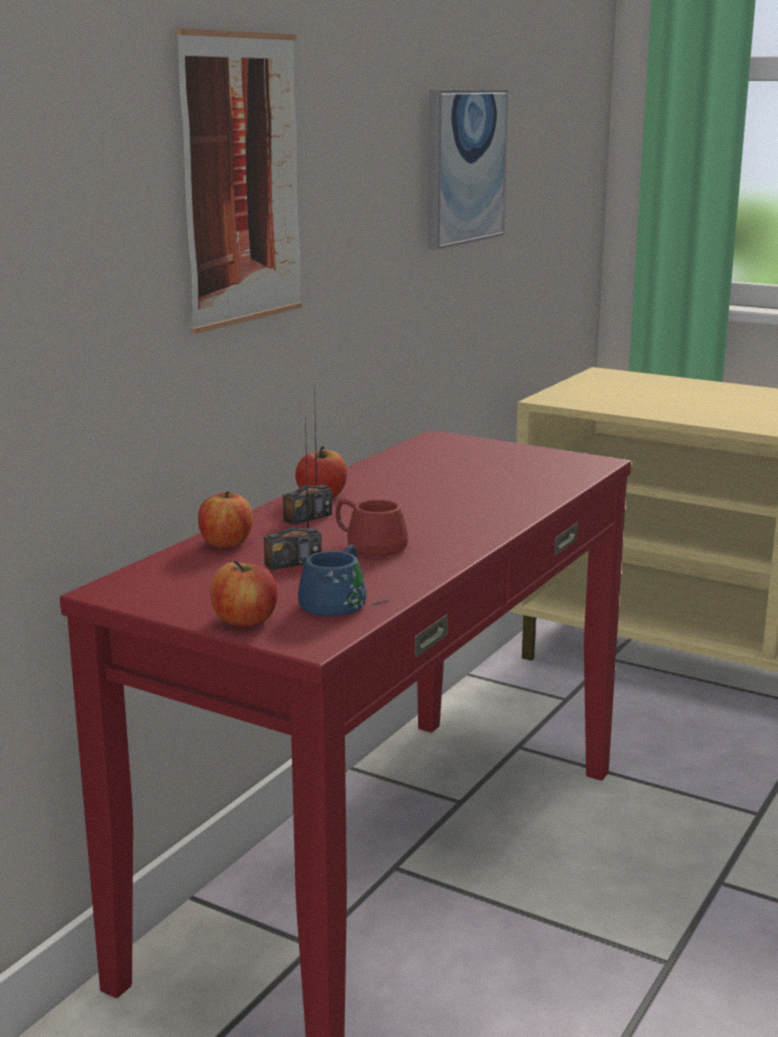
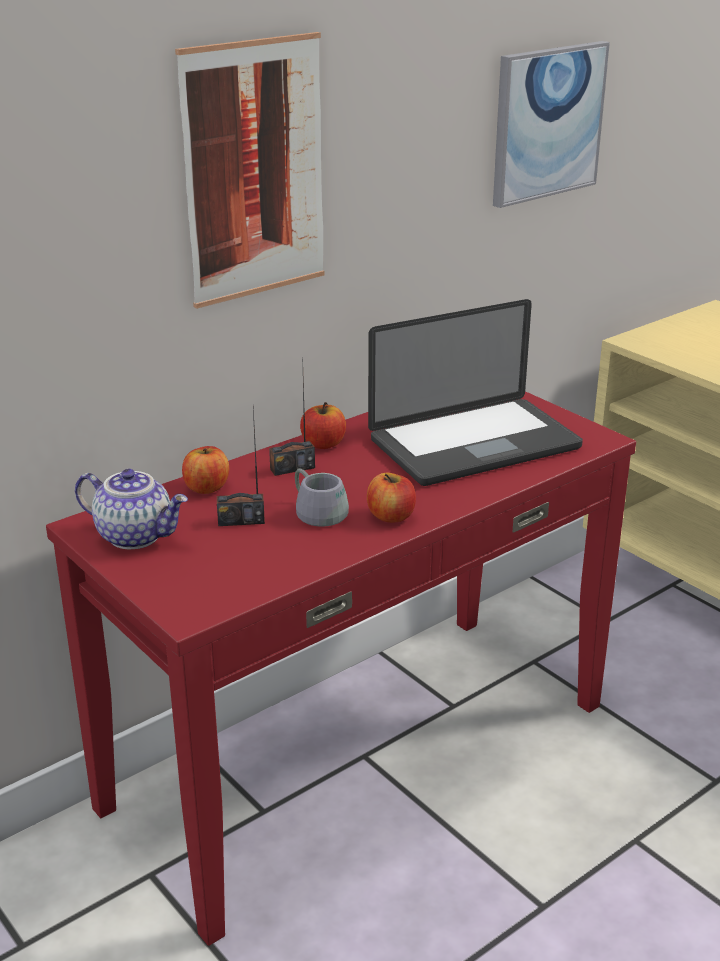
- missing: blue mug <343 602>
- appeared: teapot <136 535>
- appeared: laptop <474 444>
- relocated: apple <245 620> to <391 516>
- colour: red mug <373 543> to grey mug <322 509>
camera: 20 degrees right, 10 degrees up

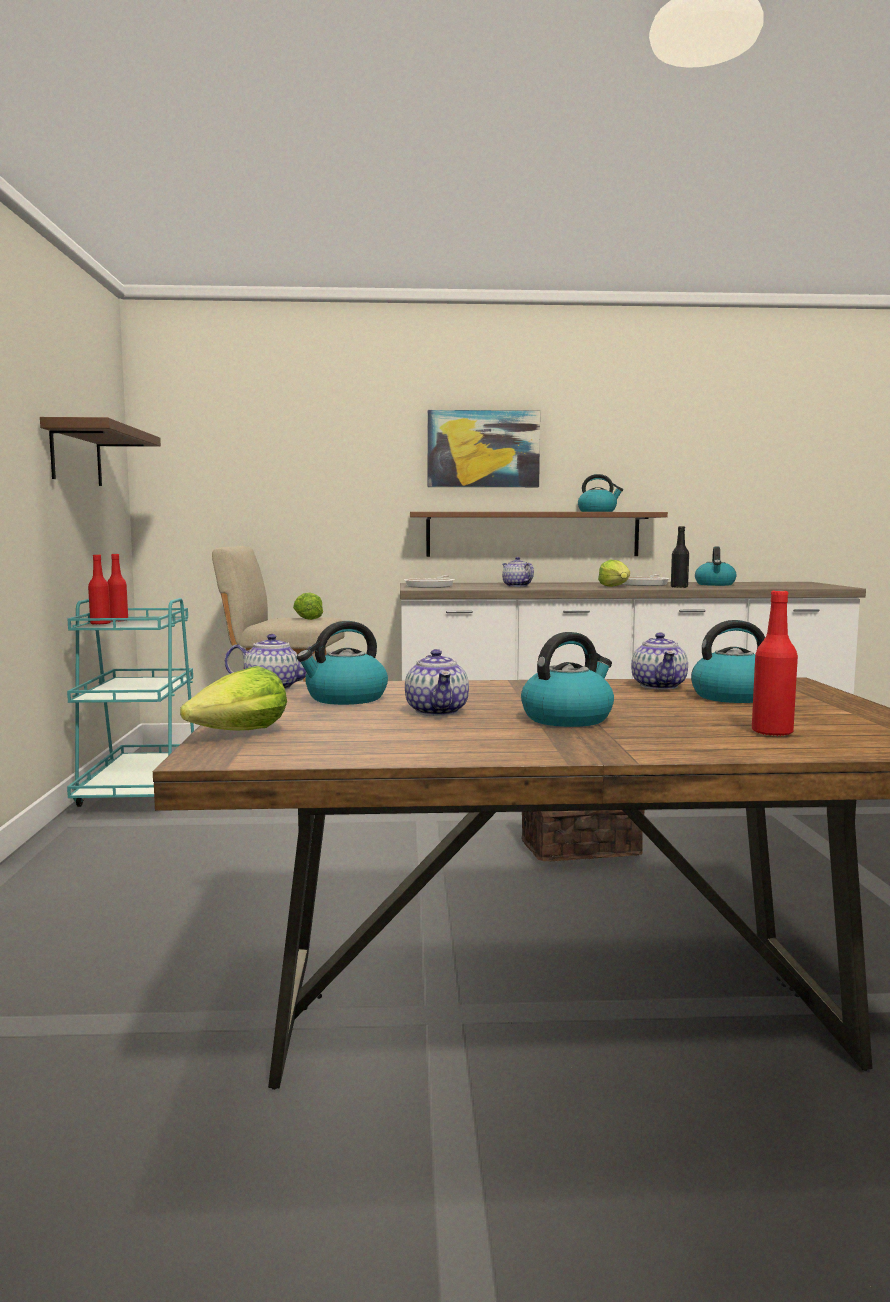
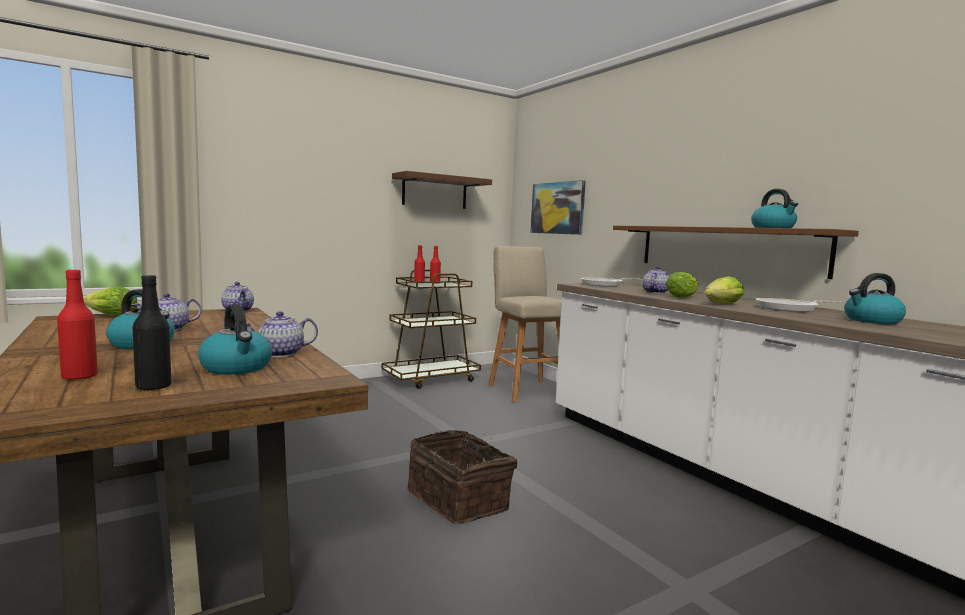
- missing: kettle <345 698>
- relocated: lettuce <307 618> to <682 296>
- relocated: picture <483 449> to <557 208>
- relocated: black bottle <679 587> to <153 387>
- colour: turquoise cart <140 791> to brown cart <431 379>
camera: 60 degrees right, 0 degrees up

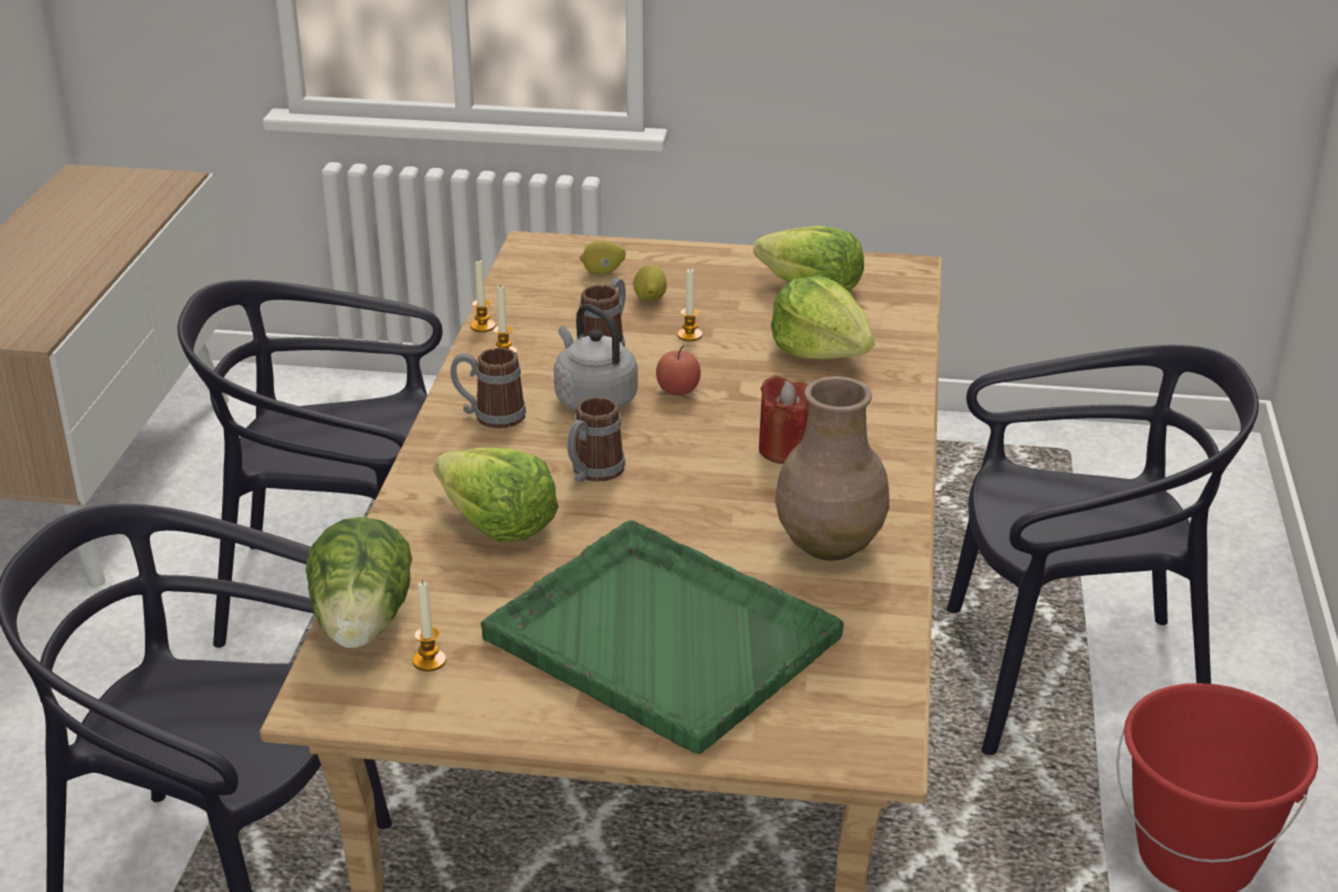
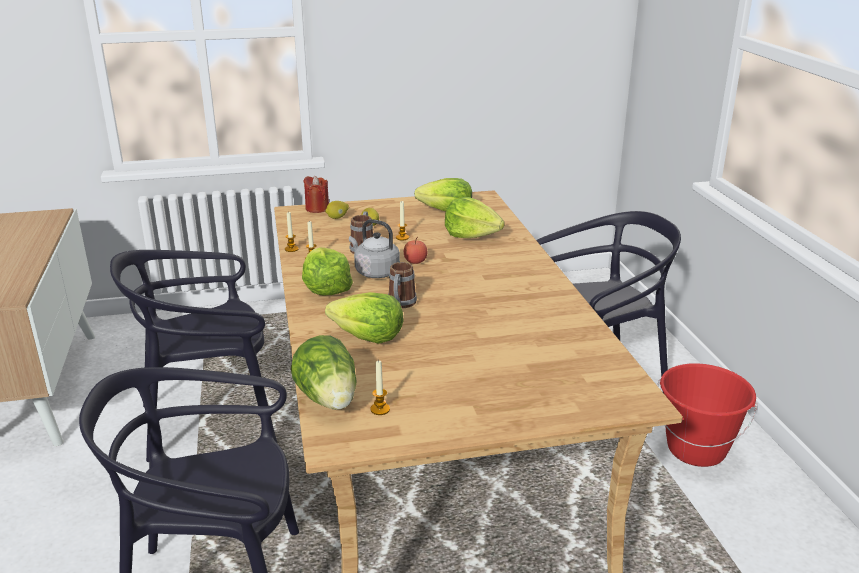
- missing: green tray <659 636>
- missing: brown vase <827 544>
- relocated: red candle <785 450> to <317 208>
- exchanged: mug <490 416> to lettuce <326 288>
camera: 20 degrees left, 5 degrees down

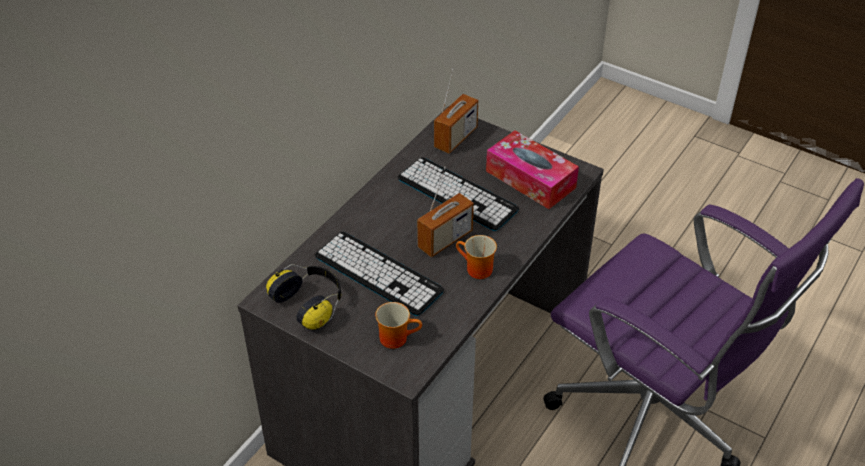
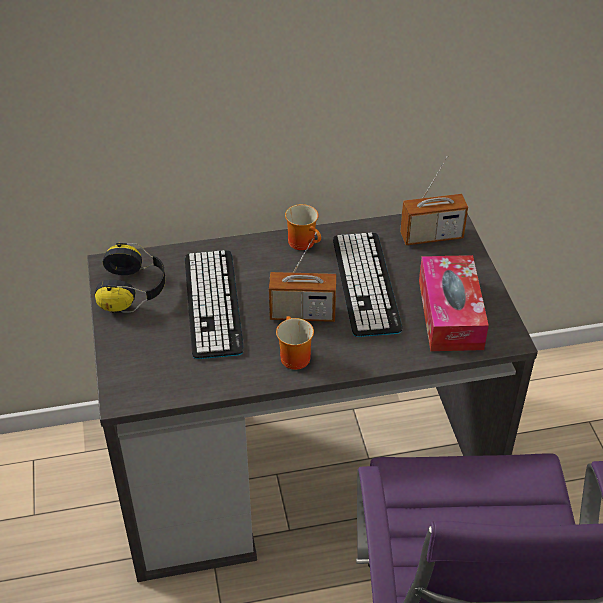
- relocated: mug <397 337> to <305 242>
camera: 45 degrees right, 0 degrees up

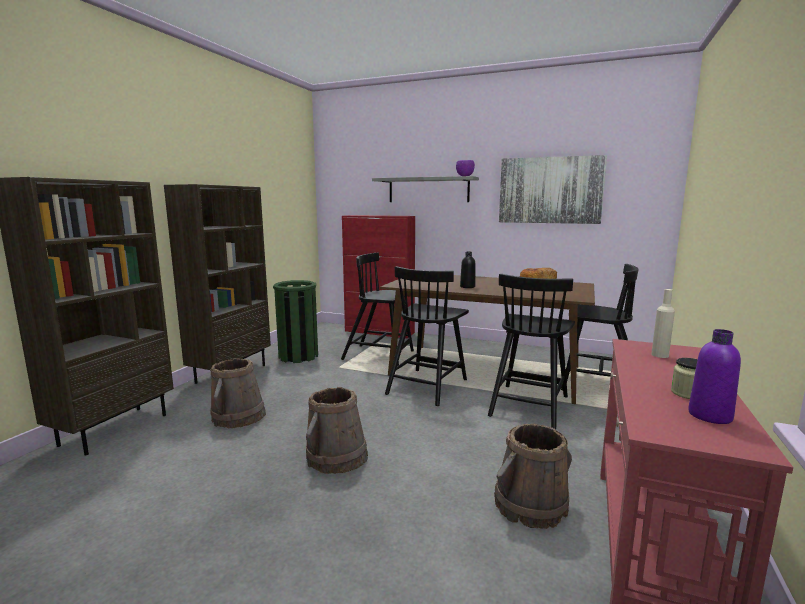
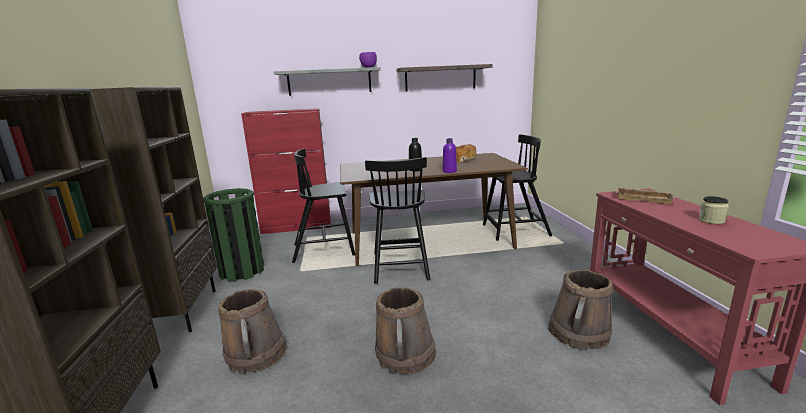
- missing: black chair <529 405>
- relocated: purple bottle <710 416> to <449 171>
- exchanged: picture <550 190> to shelf <440 78>
- exchanged: beige bottle <660 355> to beige tray <644 198>
camera: 30 degrees left, 5 degrees up

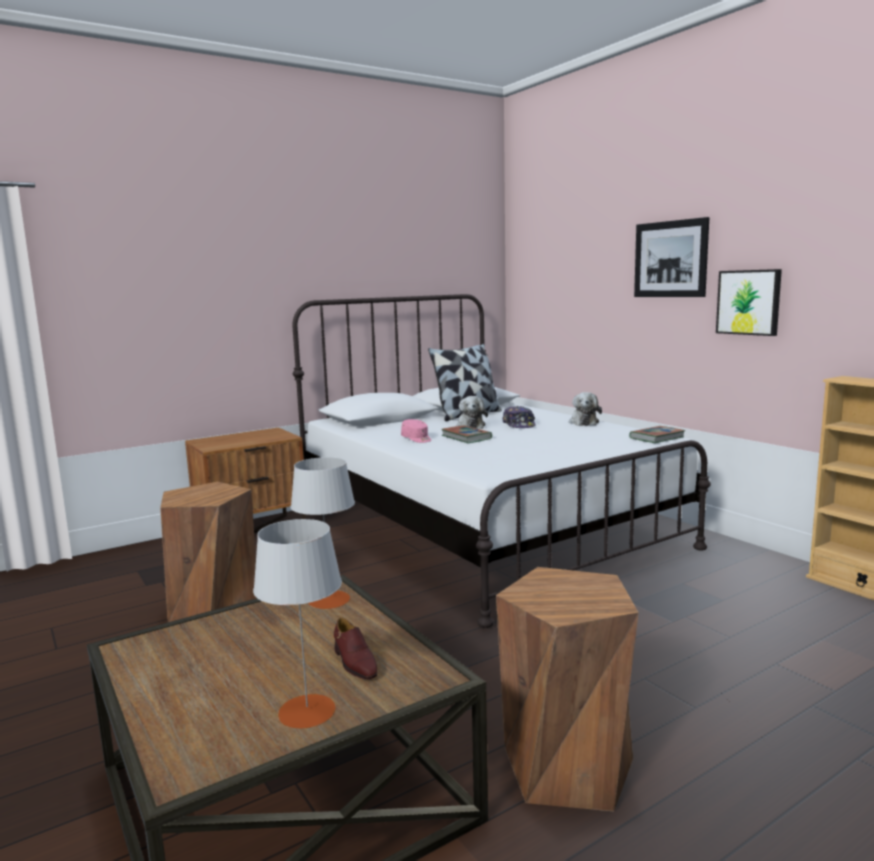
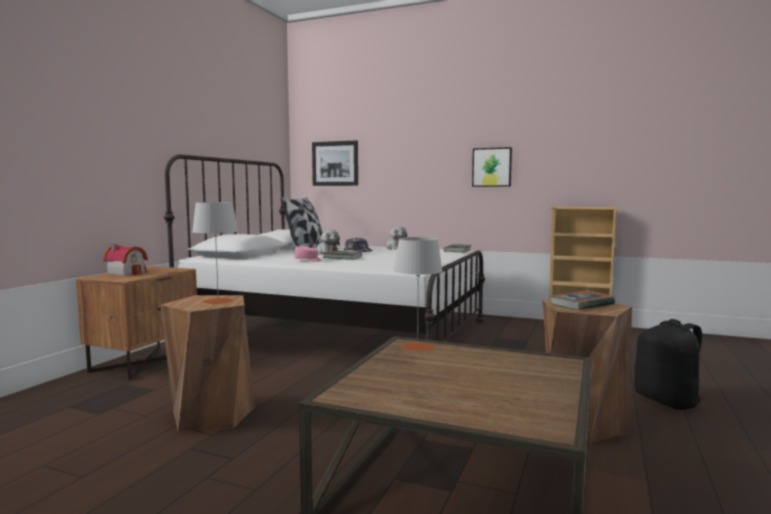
- missing: brown shoe <354 662>
- appeared: toy house <127 273>
- appeared: book <582 304>
- appeared: black backpack <667 401>
- relocated: grey table lamp <307 711> to <218 301>
- relocated: picture <670 259> to <335 163>
camera: 35 degrees left, 5 degrees down

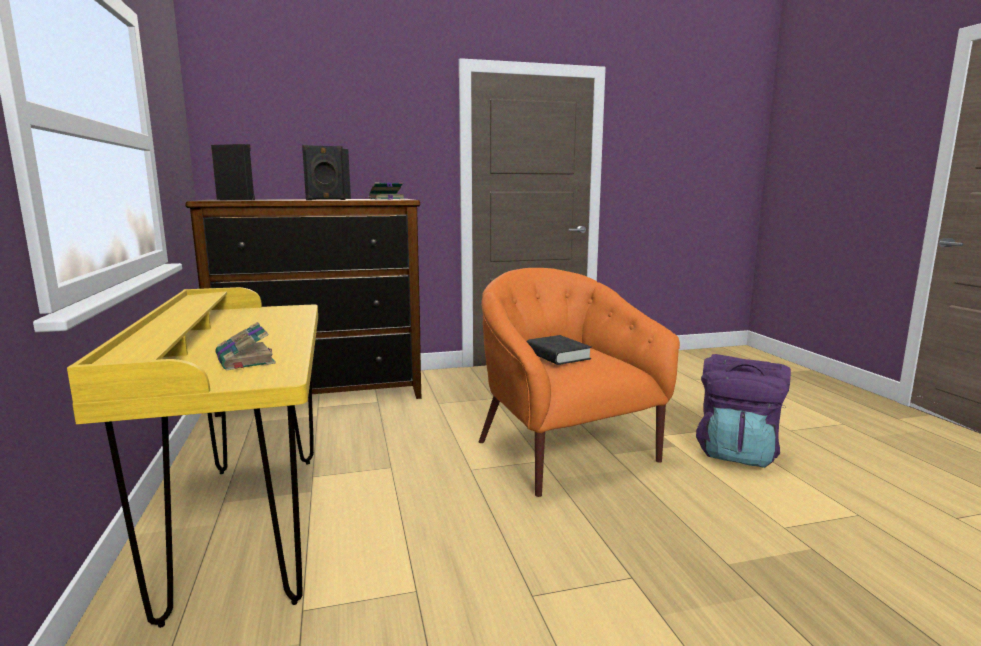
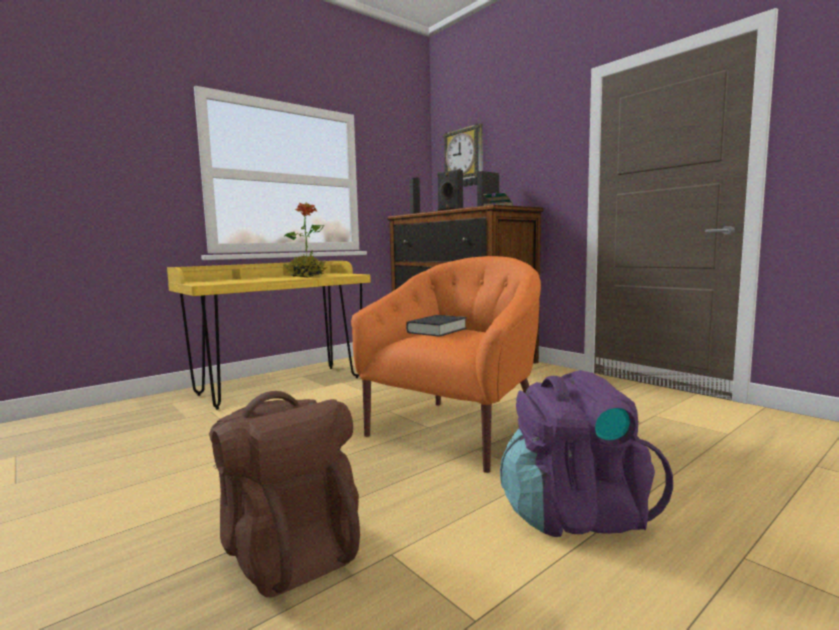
- missing: book <245 360>
- appeared: brown backpack <288 549>
- appeared: potted plant <306 276>
- appeared: wall clock <464 158>
camera: 65 degrees right, 5 degrees down

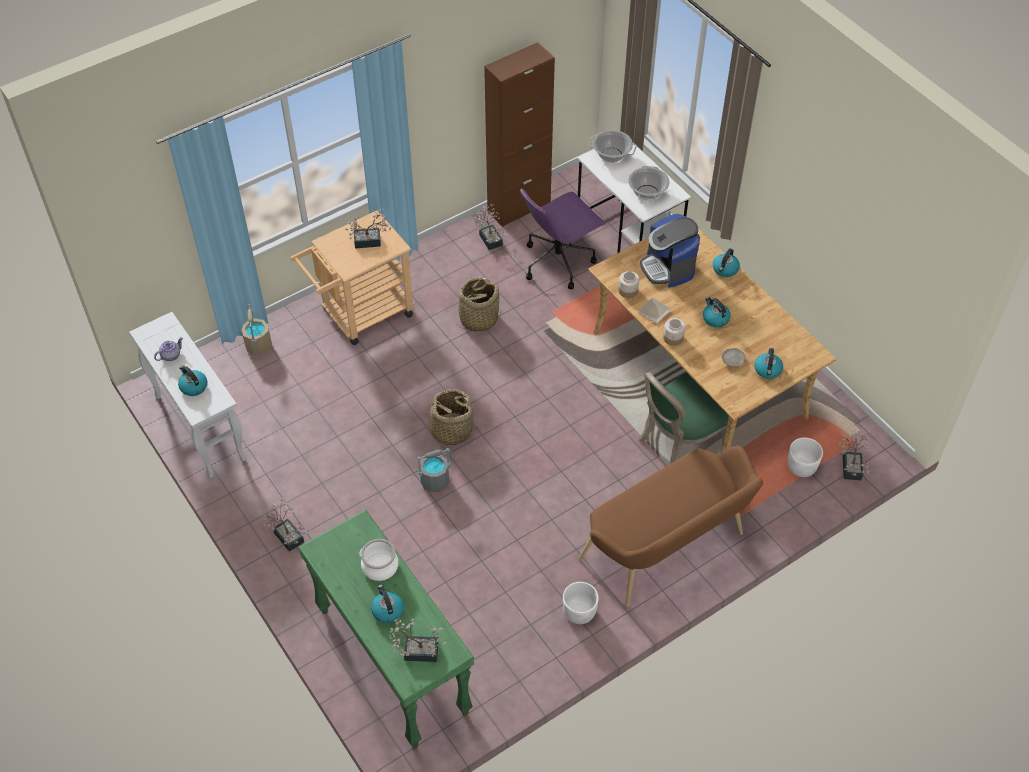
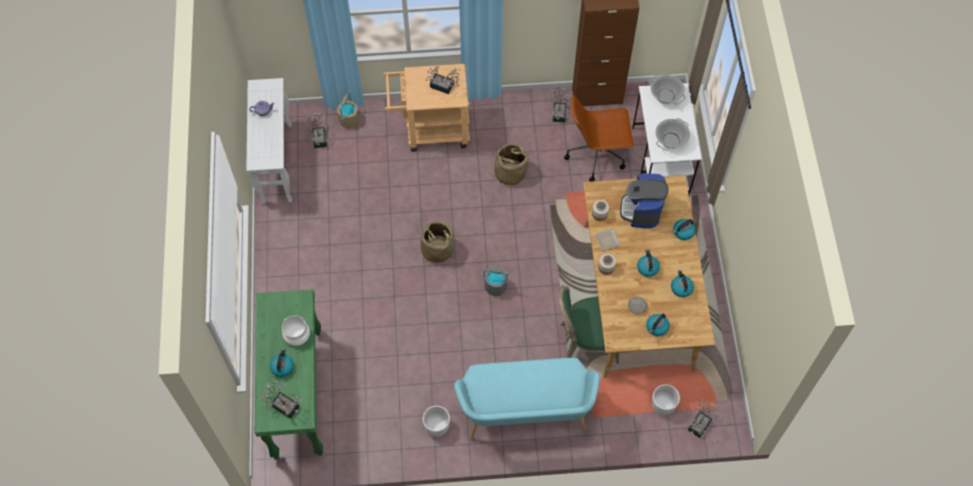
- relocated: kettle <193 386> to <681 288>
- relocated: potted plant <287 534> to <319 137>
- relocated: grey bucket <435 481> to <495 286>
- colour: purple office chair <558 261> to brown office chair <597 155>
- colour: brown bench <668 550> to turquoise bench <525 415>
camera: 30 degrees right, 10 degrees up

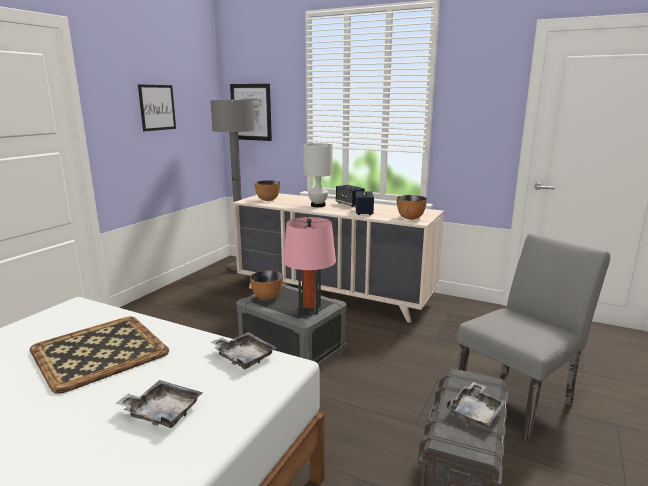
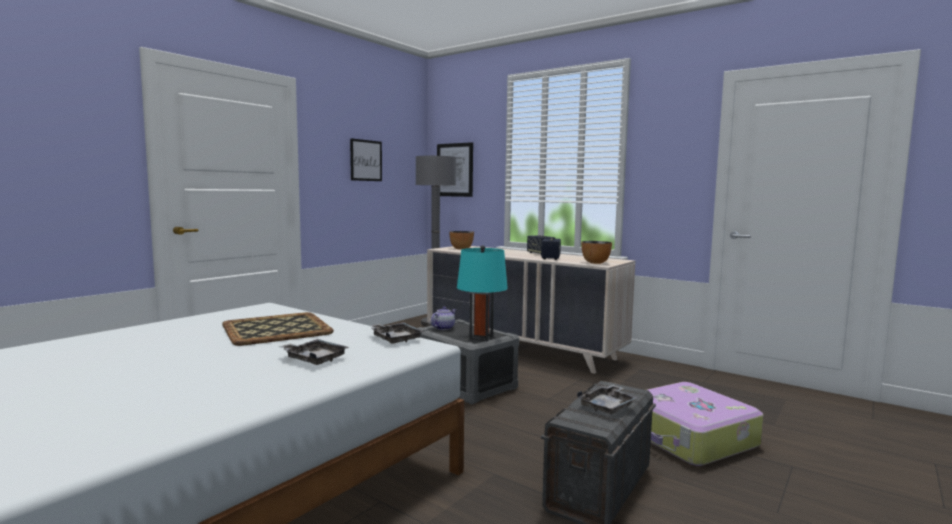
- missing: white table lamp <318 205>
- exchanged: bowl <267 297> to teapot <443 328>
- exchanged: grey chair <519 399> to suitcase <689 438>
- colour: pink table lamp <310 309> to turquoise table lamp <481 337>
camera: 10 degrees right, 10 degrees down

